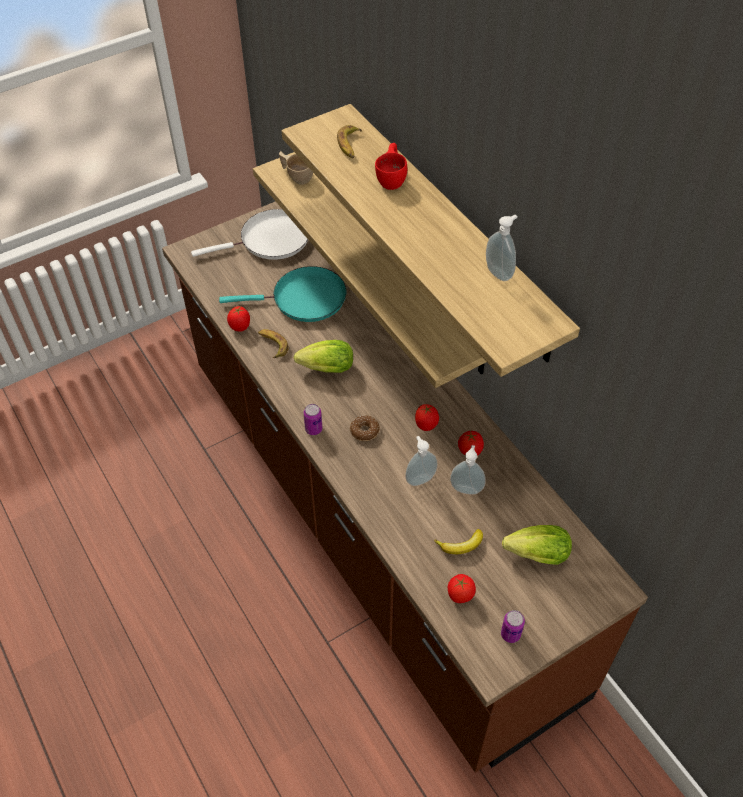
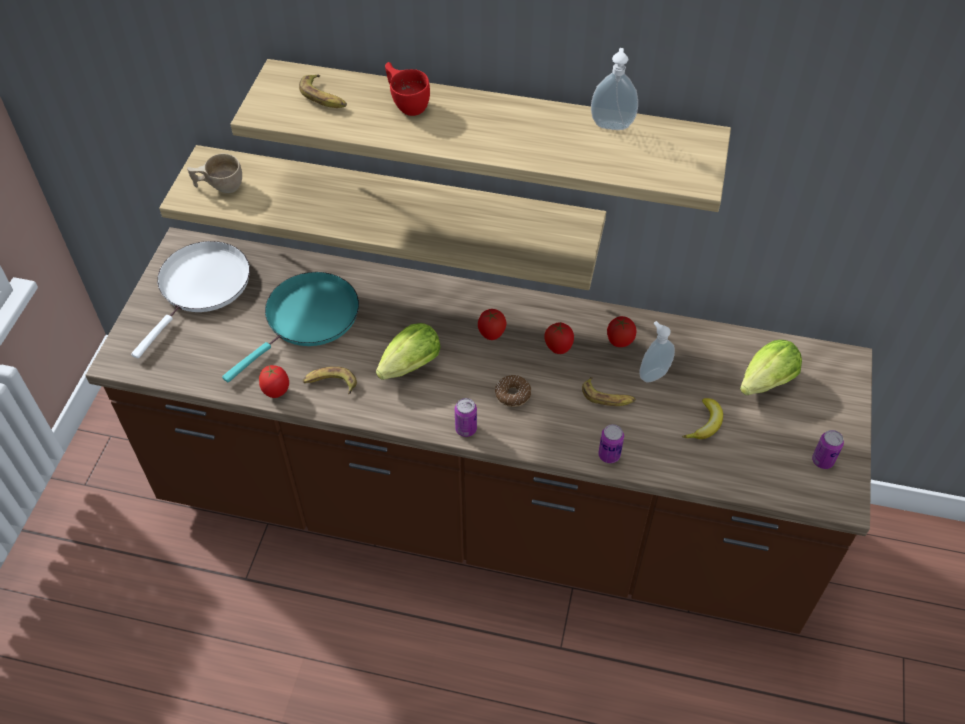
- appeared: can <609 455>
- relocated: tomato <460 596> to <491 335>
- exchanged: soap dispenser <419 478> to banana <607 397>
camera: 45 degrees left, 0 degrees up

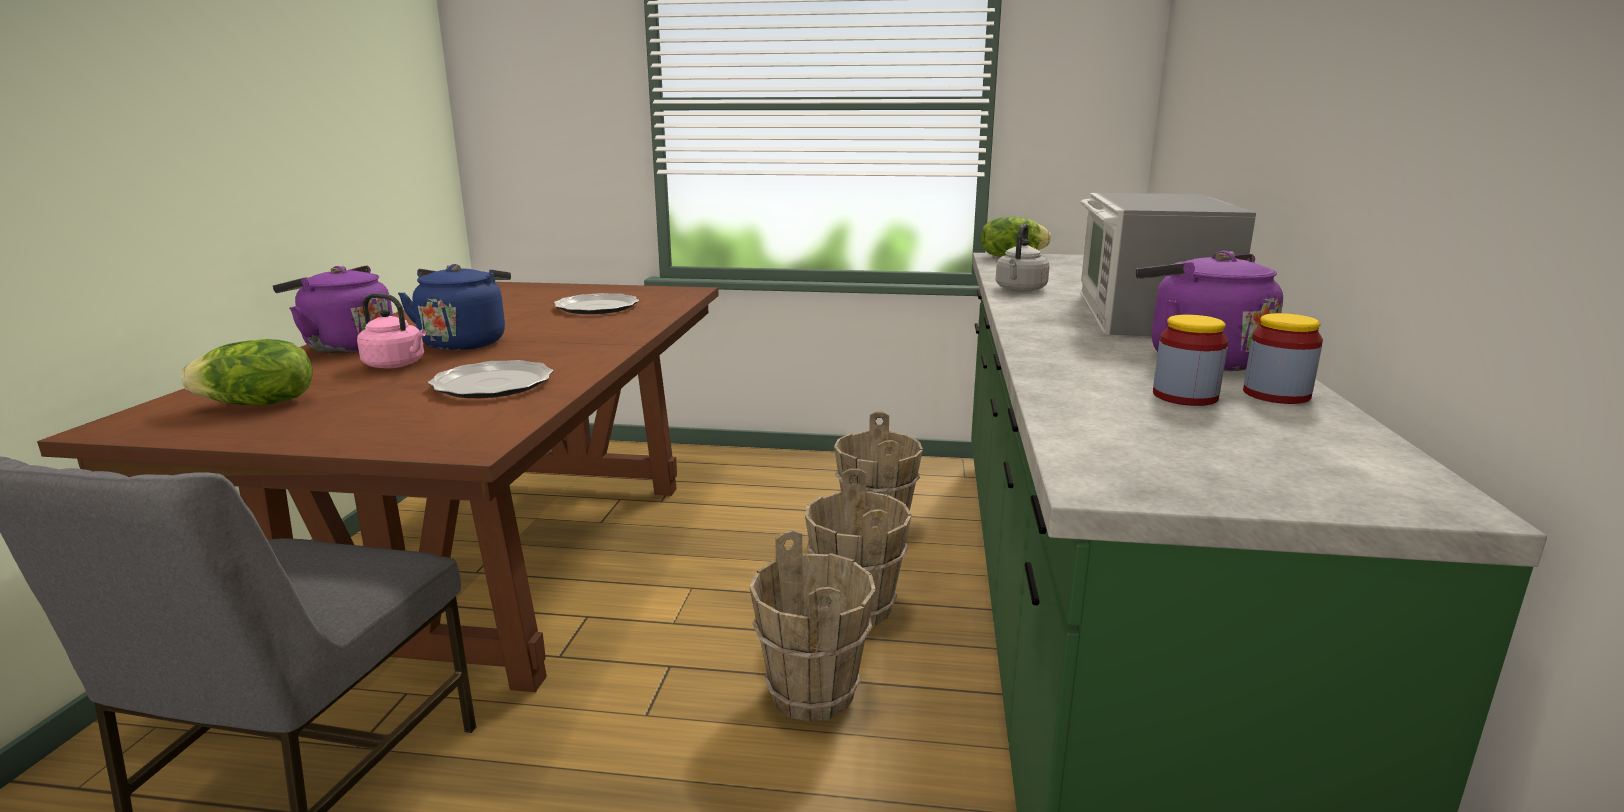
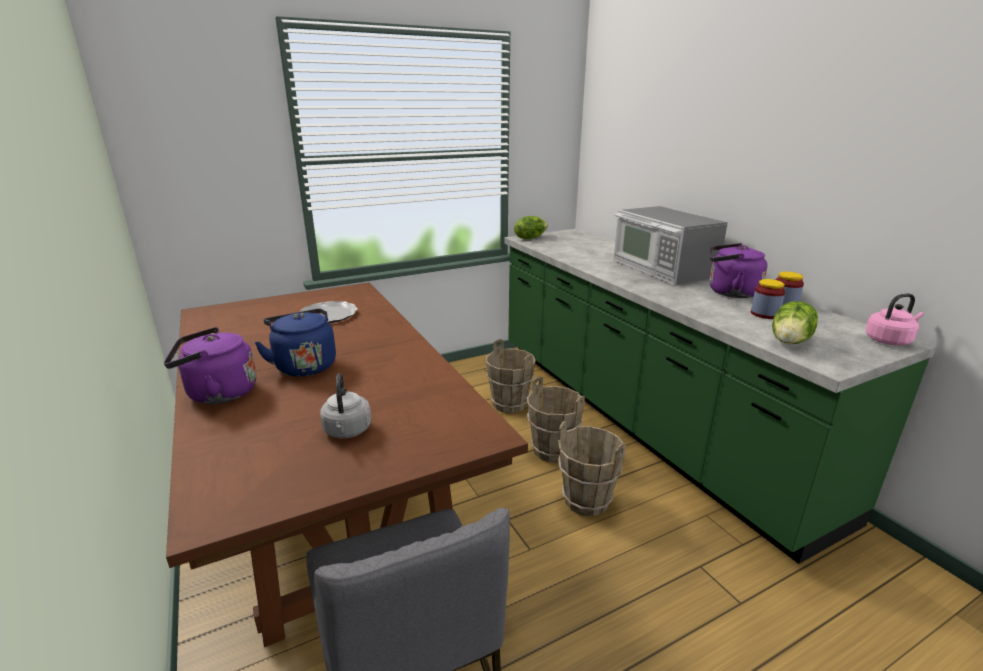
- missing: plate <492 384>
- relocated: lettuce <259 404> to <790 341>
- relocated: pink kettle <397 365> to <889 340>
- relocated: grey kettle <1020 290> to <347 431>
camera: 35 degrees left, 5 degrees up

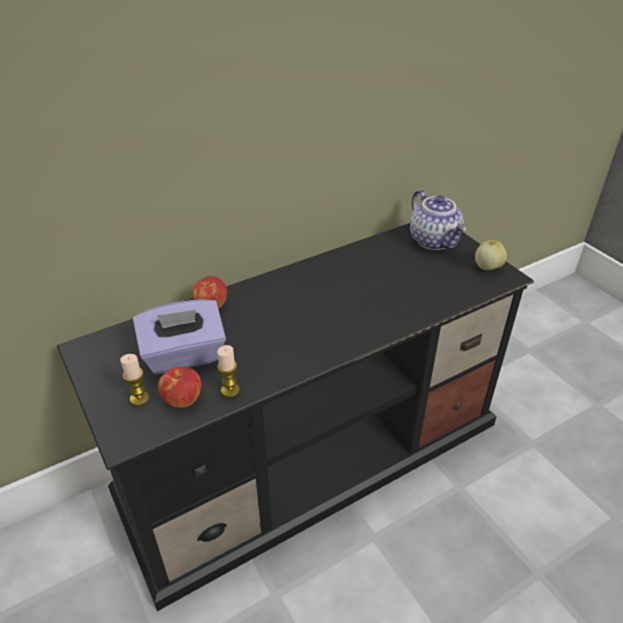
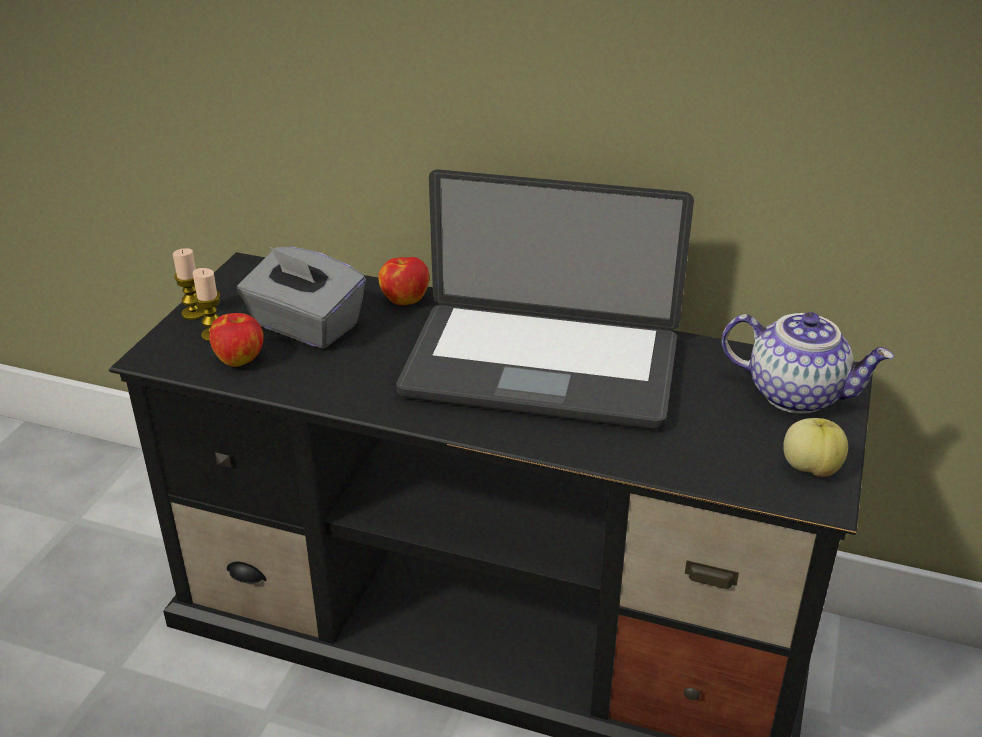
- appeared: laptop <541 369>
- relocated: candle <230 390> to <193 313>
- colour: purple tissue box <184 356> to grey tissue box <305 326>
- spun: teapot <435 241> = <796 394> 90 degrees counterclockwise
camera: 50 degrees right, 5 degrees down

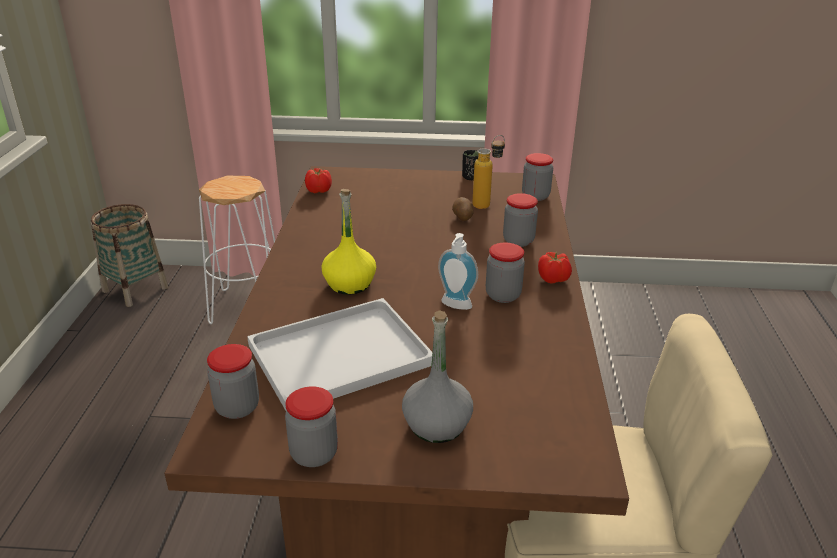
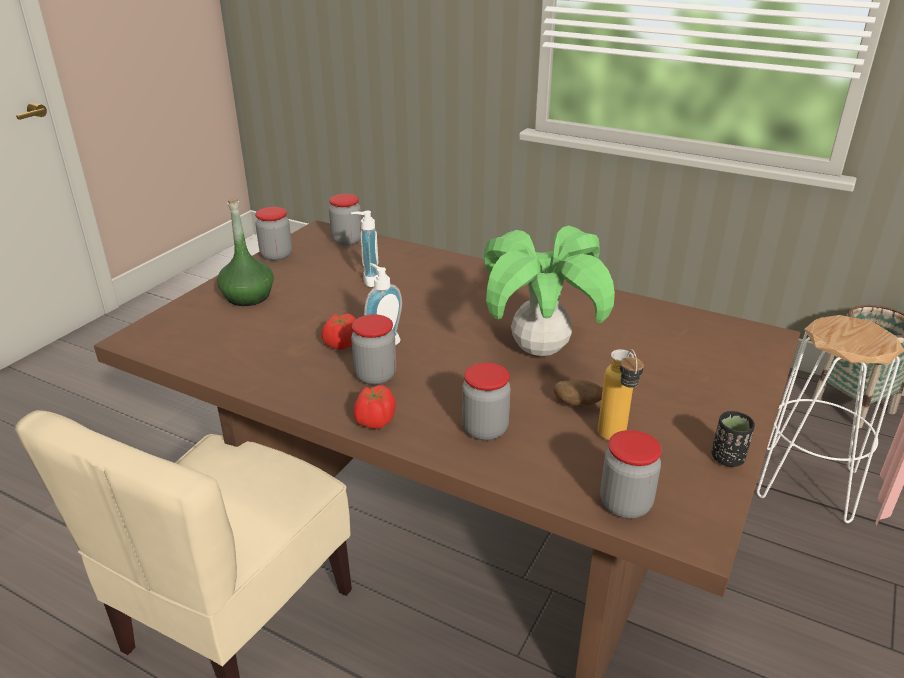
- missing: yellow bottle <349 284>
- appeared: potted plant <539 349>
- relocated: tomato <319 191> to <341 344>
- exchanged: white tray <342 353> to soap dispenser <367 280>
- colour: grey bottle <437 425> to green bottle <248 297>
camera: 115 degrees right, 0 degrees up

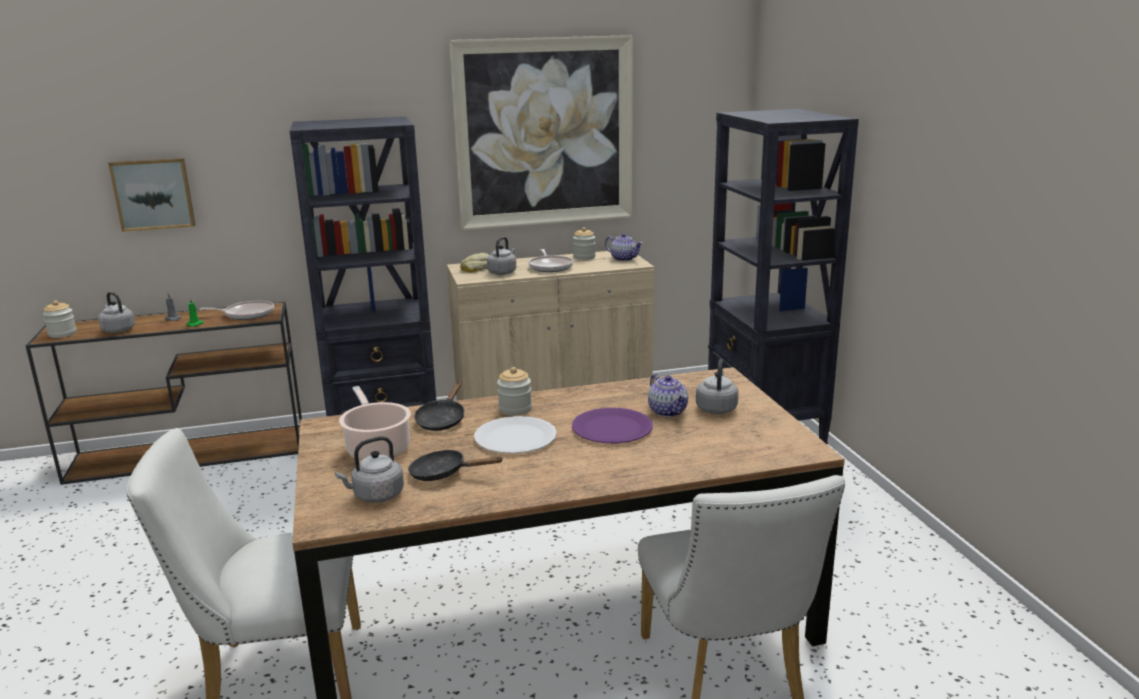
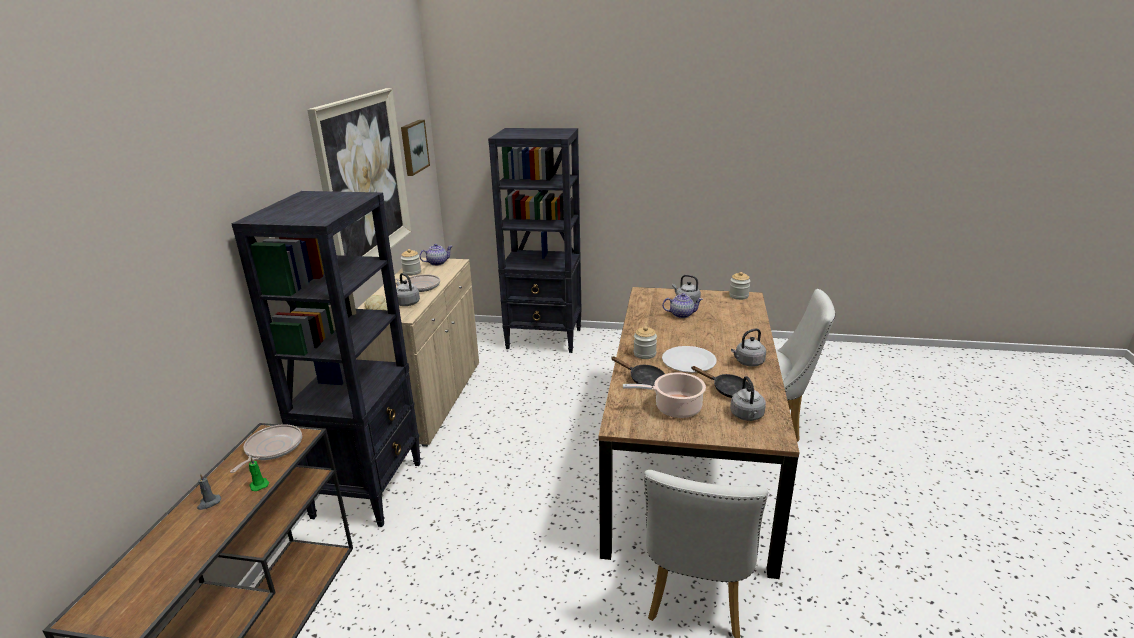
- missing: purple plate <612 428>
- relocated: jar <62 334> to <738 296>
- relocated: grey kettle <117 330> to <748 362>
- relocated: picture <153 194> to <413 147>
- spun: black frying pan <444 473> = <727 390> 90 degrees counterclockwise
camera: 65 degrees left, 5 degrees up

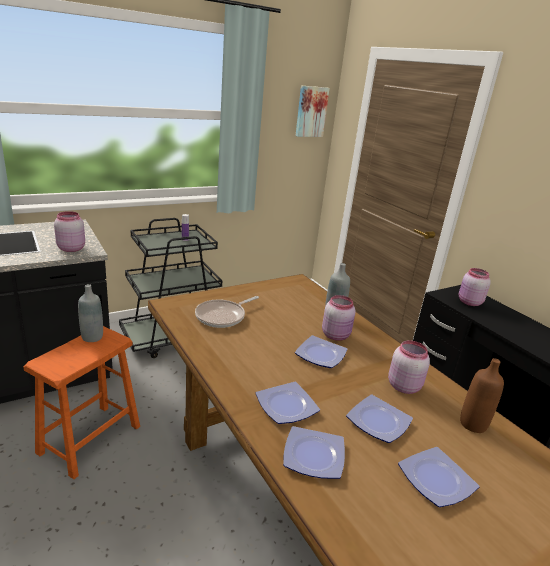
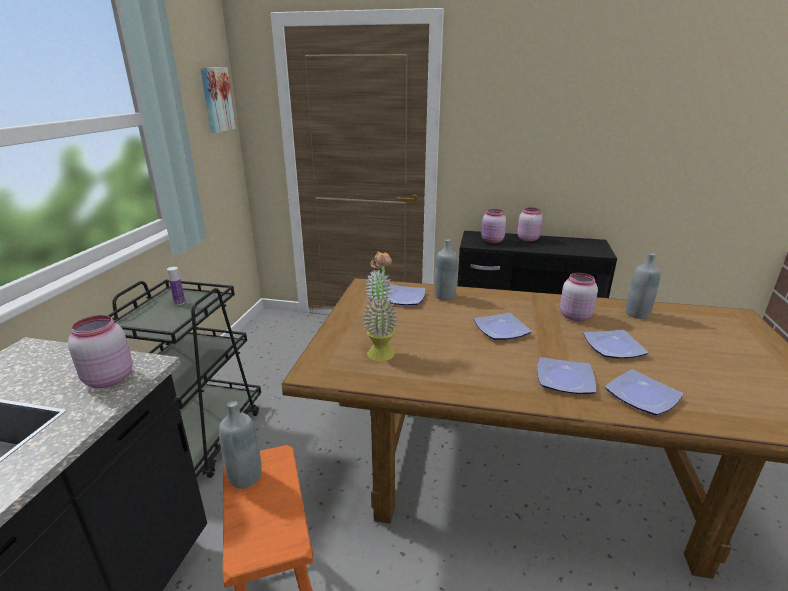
- relocated: pink jar <336 335> to <528 239>
- relocated: plate <436 481> to <404 298>
- exchanged: frying pan <223 316> to potted plant <380 350>
- colour: brown bottle <473 424> to grey bottle <637 314>
camera: 45 degrees left, 0 degrees up

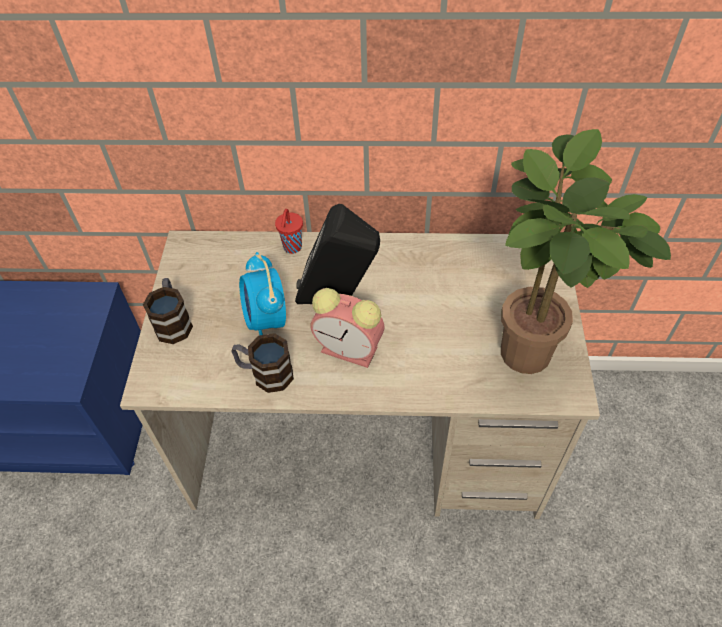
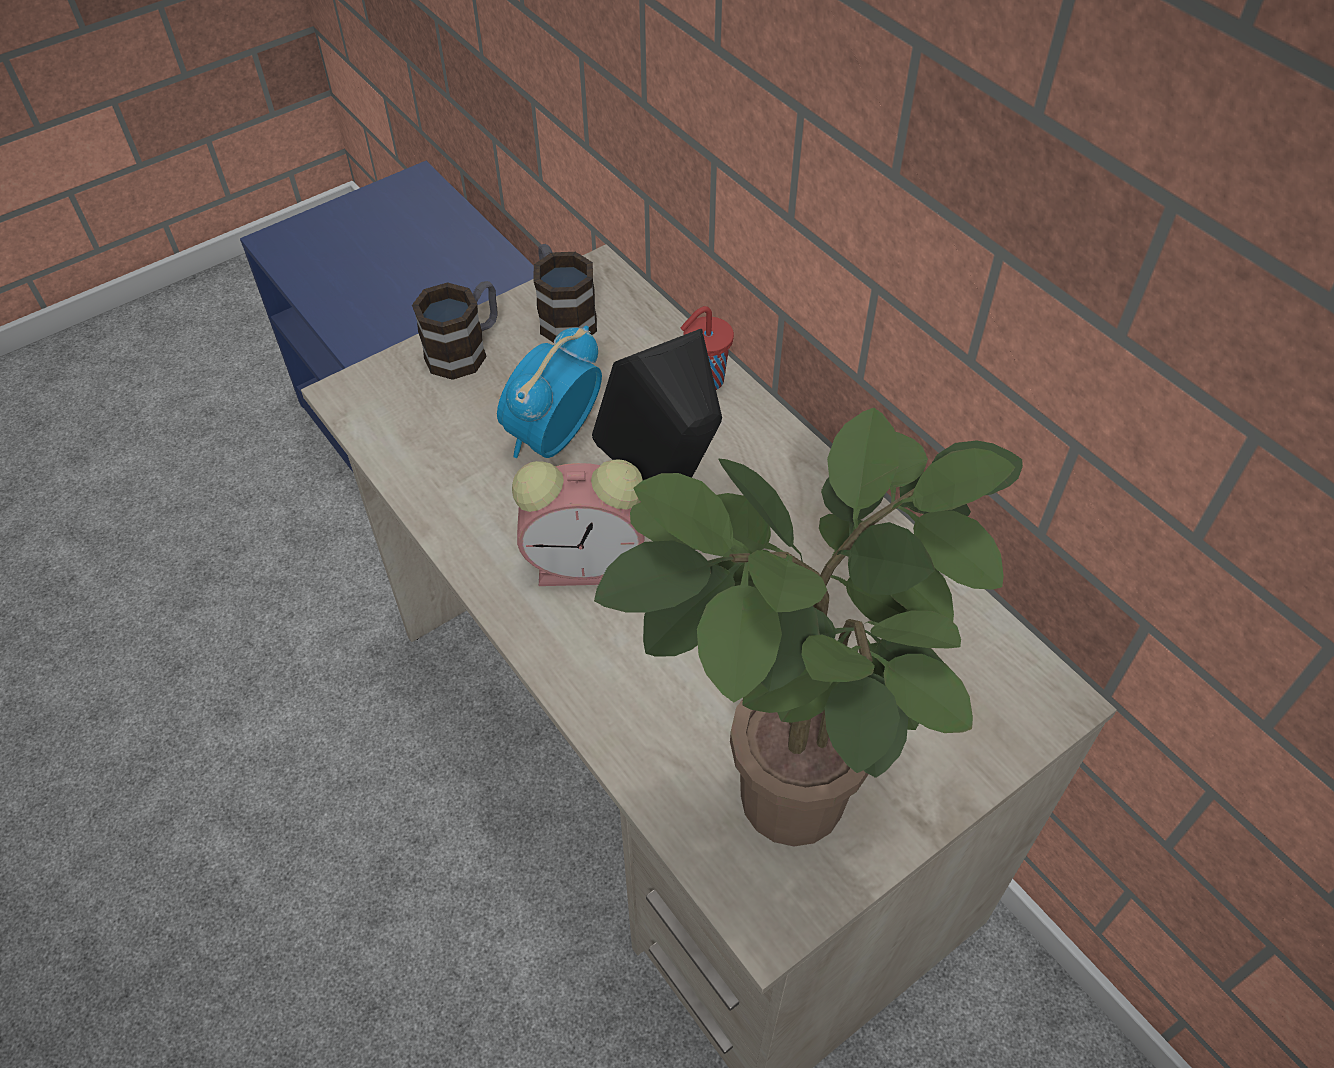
- relocated: mug <265 374> to <563 315>
- spun: alarm clock <351 350> = <589 564> 75 degrees counterclockwise
camera: 50 degrees right, 0 degrees up

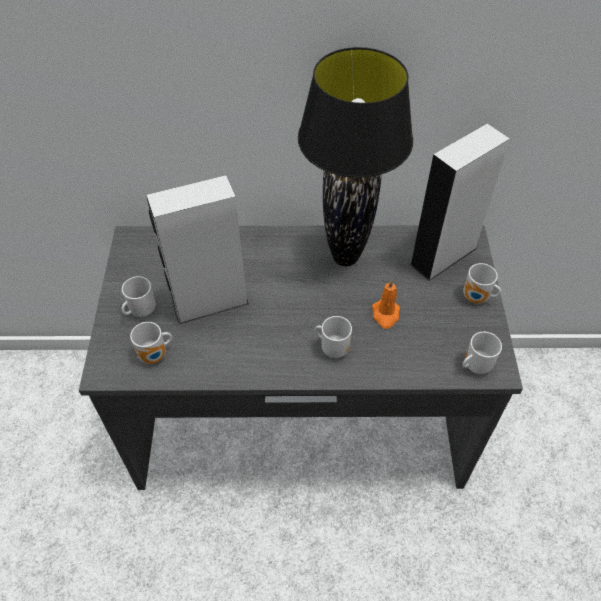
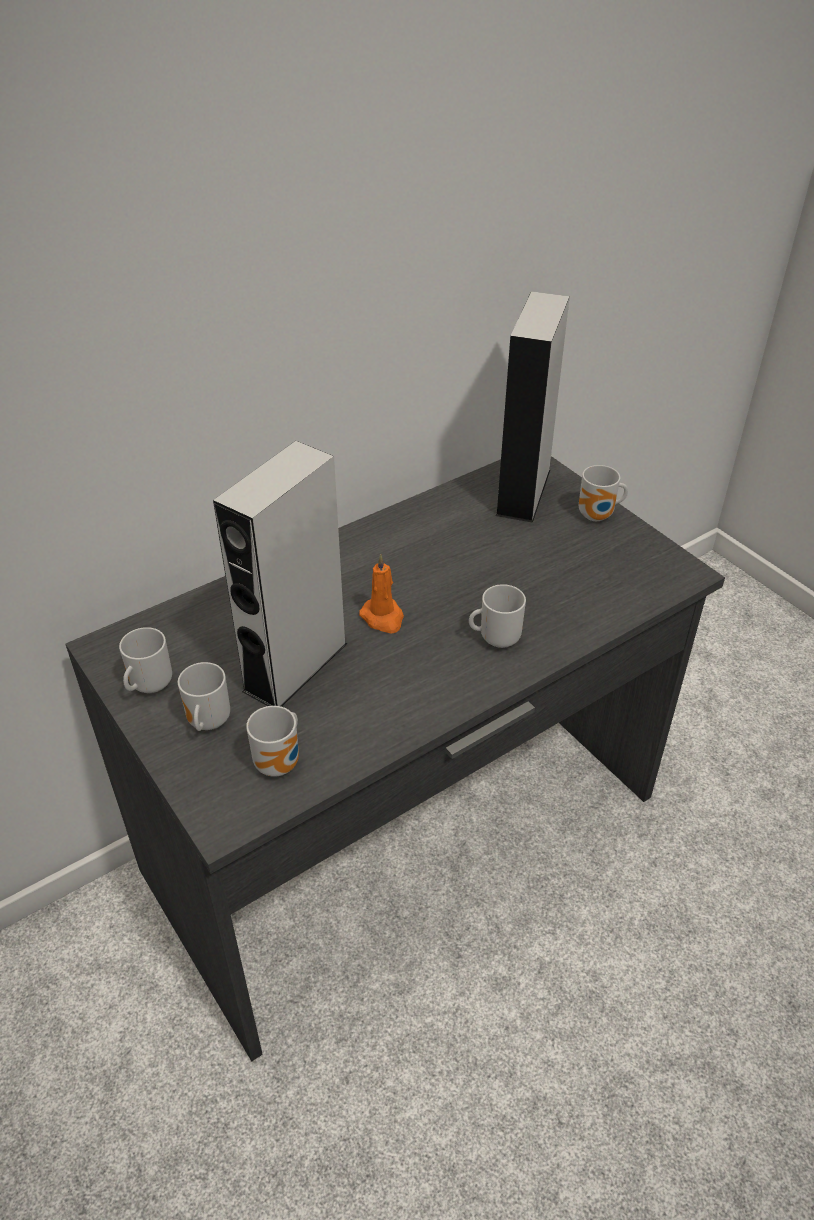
- missing: black table lamp <345 258>
- relocated: orange candle <385 315> to <383 618>
- relocated: mug <474 365> to <149 686>
camera: 35 degrees left, 10 degrees down

